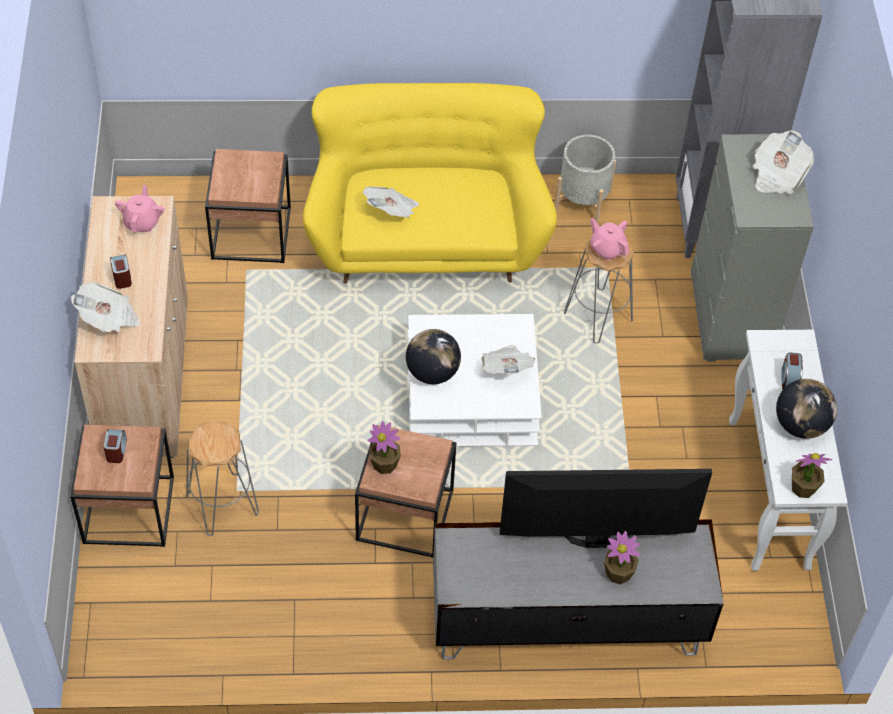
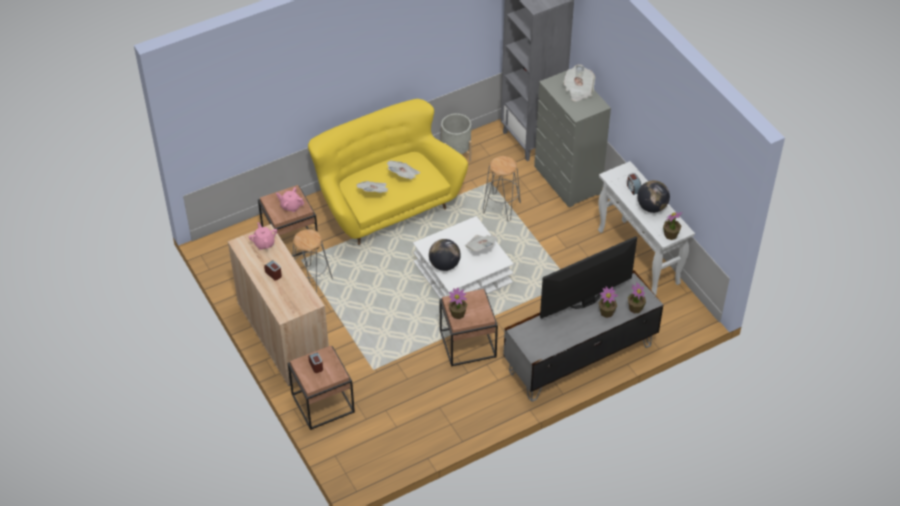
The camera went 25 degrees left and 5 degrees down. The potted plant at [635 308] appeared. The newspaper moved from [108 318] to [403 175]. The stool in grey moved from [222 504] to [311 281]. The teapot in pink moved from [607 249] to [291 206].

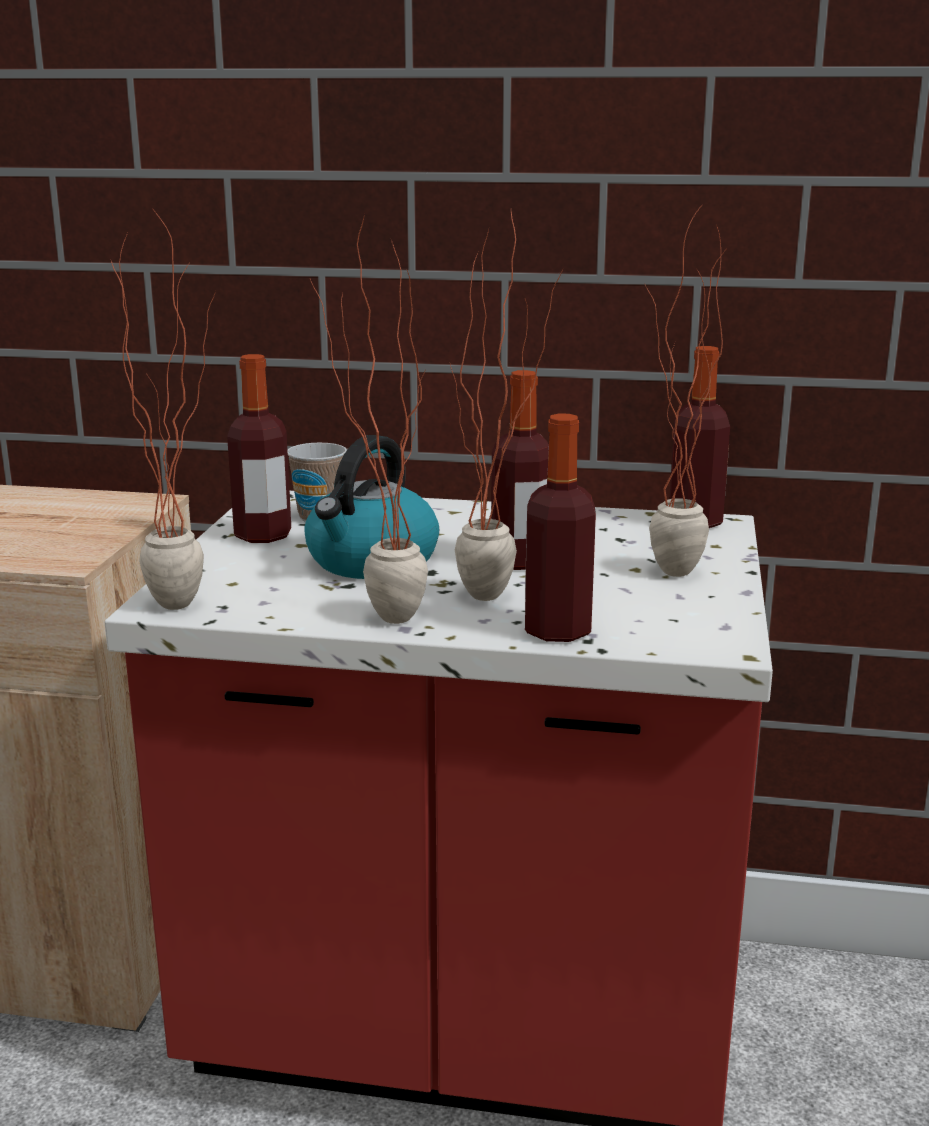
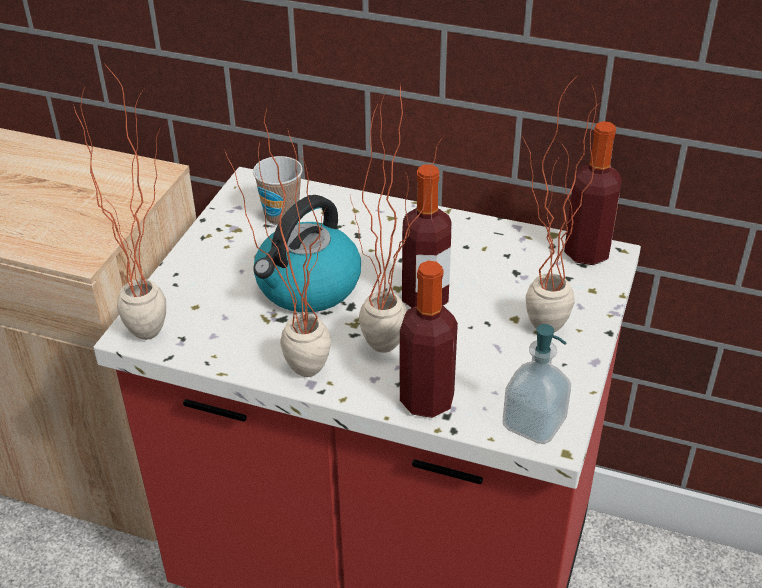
The camera went 10 degrees right and 20 degrees up. The bottle at [263 535] disappeared. The soap dispenser at [533 423] appeared.

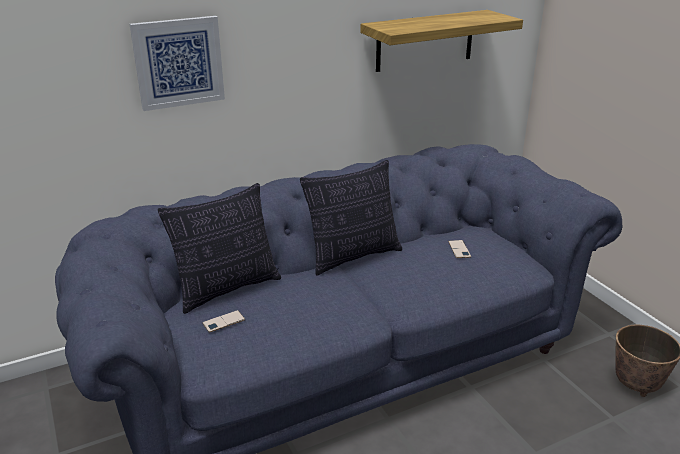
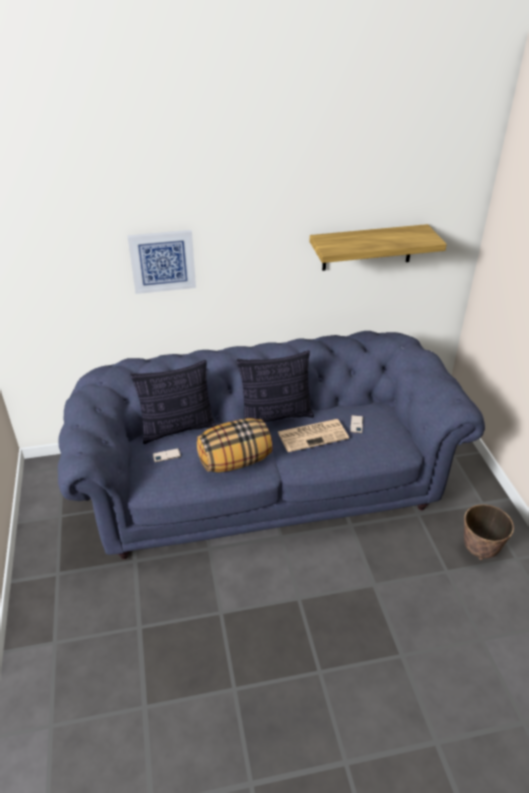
The camera went 15 degrees right and 10 degrees up. The pillow at [235 461] appeared. The newspaper at [313 435] appeared.

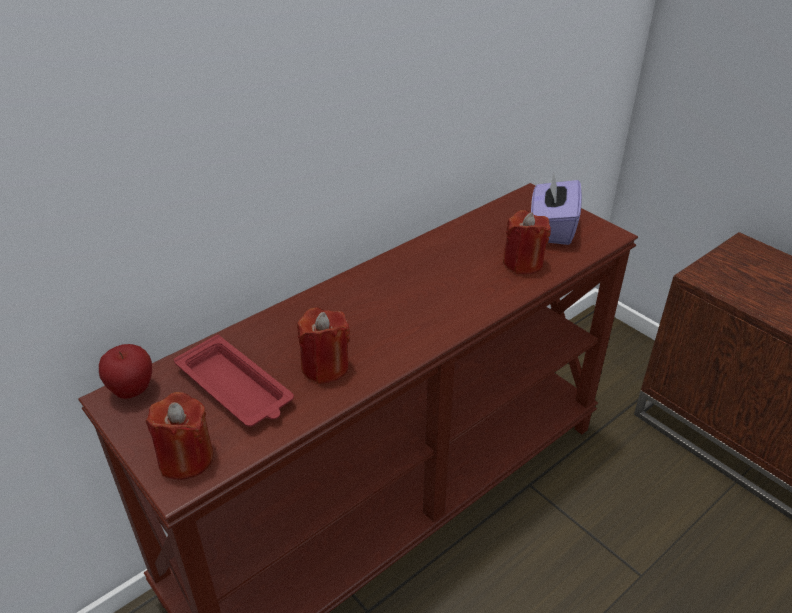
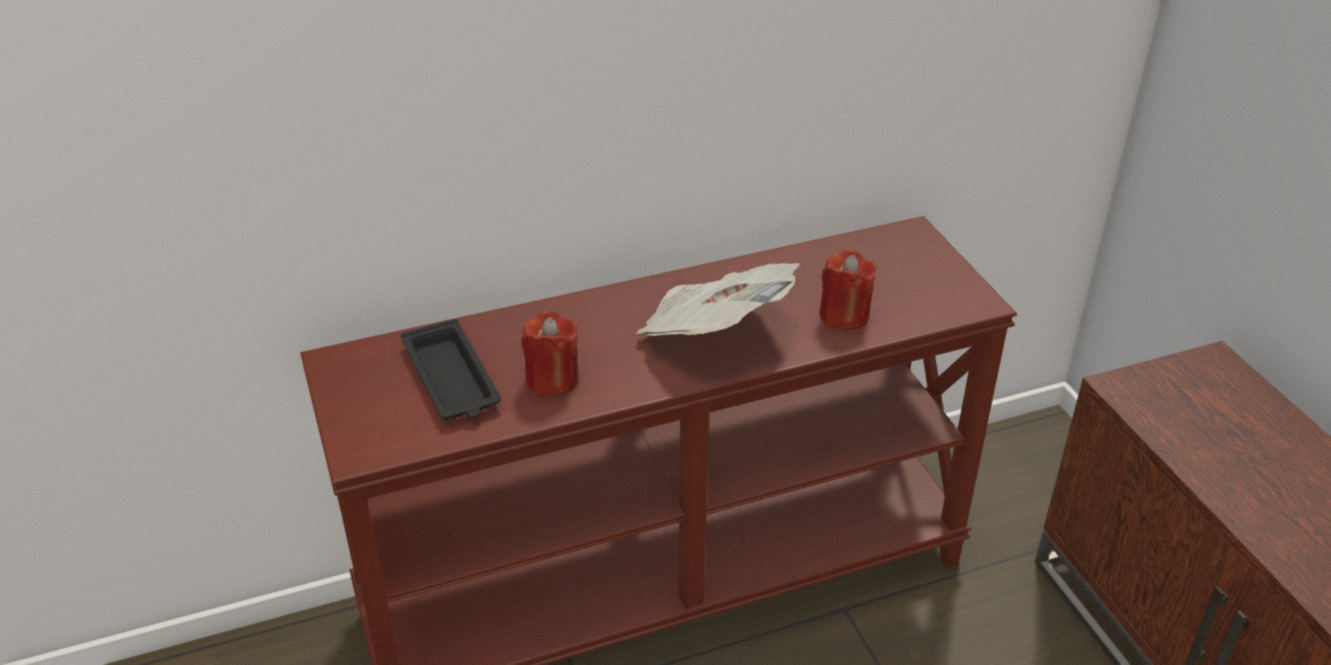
The camera went 20 degrees right and 0 degrees up. The apple at [132 391] disappeared. The candle in red at [186 458] disappeared. The tissue box in purple at [551 228] disappeared. The newspaper at [715 333] appeared. The tray in red at [236 388] became the tray in black at [452 379].

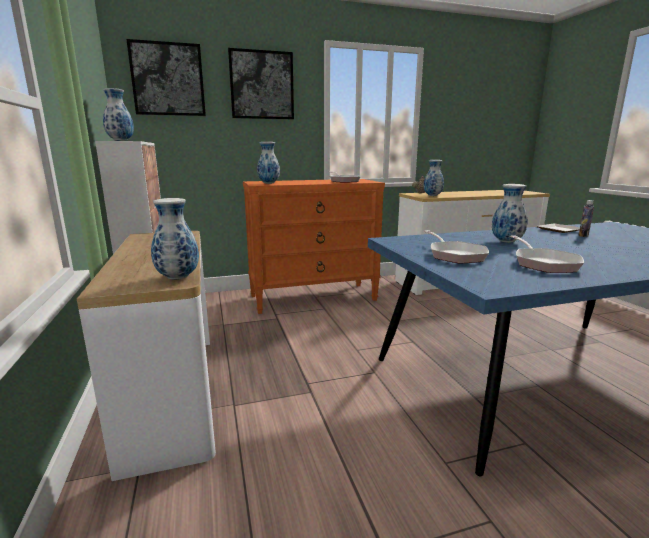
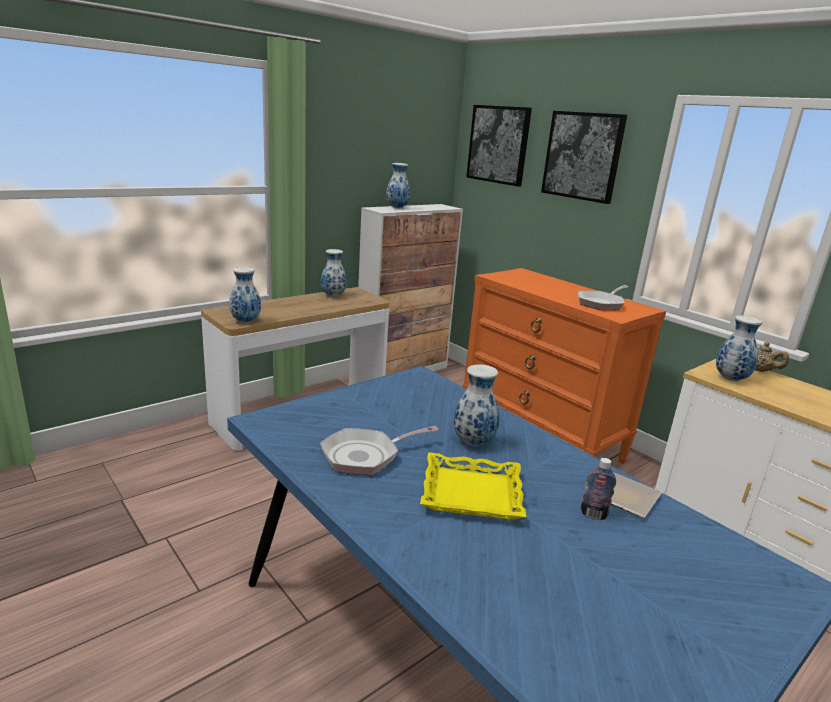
The camera went 65 degrees right and 5 degrees up. The frying pan at [454 255] disappeared. The tray in yellow at [472 493] appeared. The vase moved from [269 183] to [334 295].

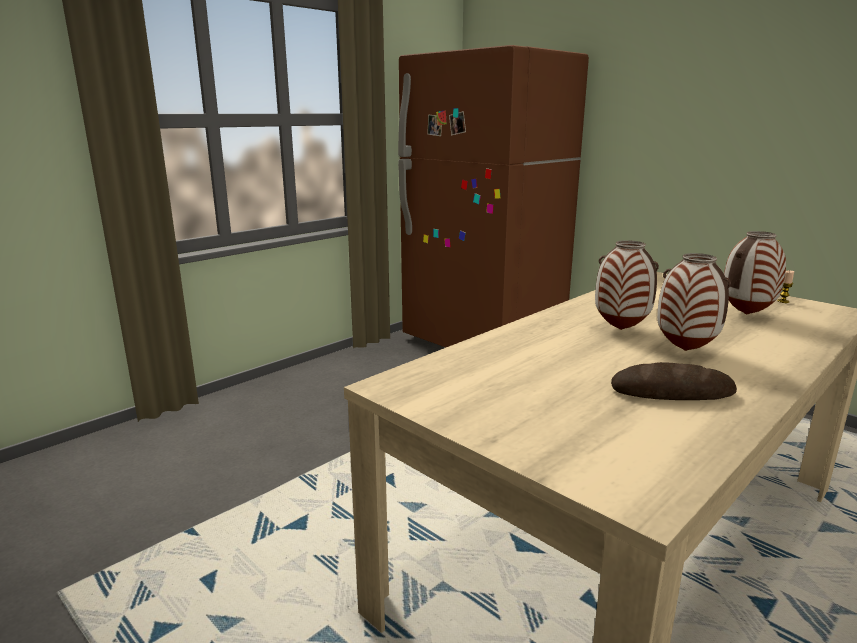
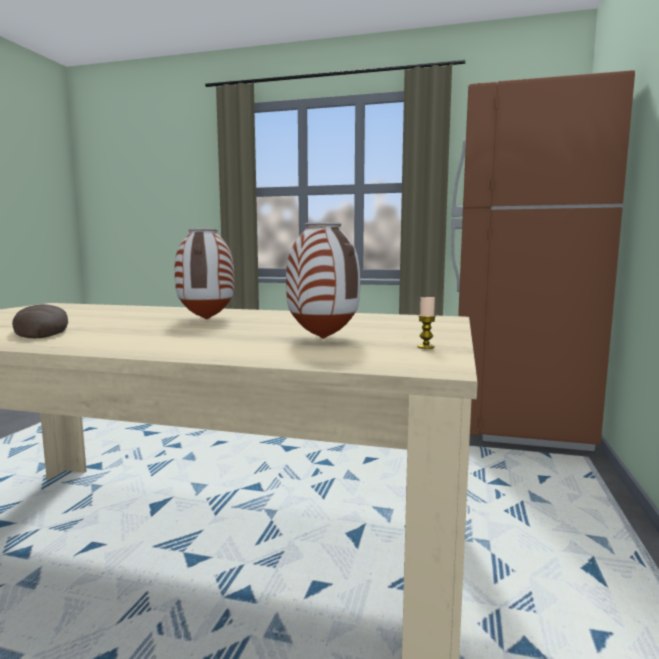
The camera went 60 degrees right and 10 degrees down. The vase at [686 350] disappeared.

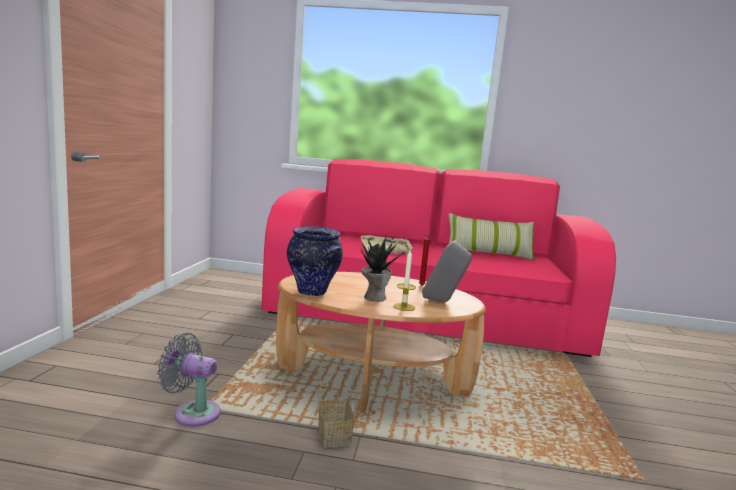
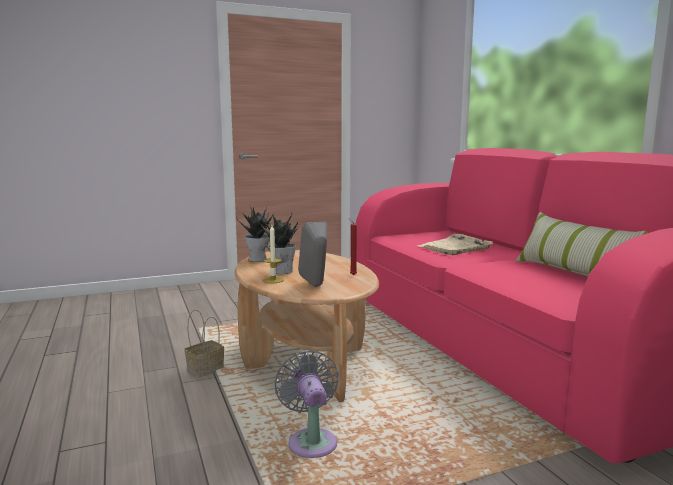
The camera went 60 degrees right and 0 degrees up. The fan in grey moved from [192 412] to [311 441]. The vase at [312 292] was replaced by the potted plant at [258 259].

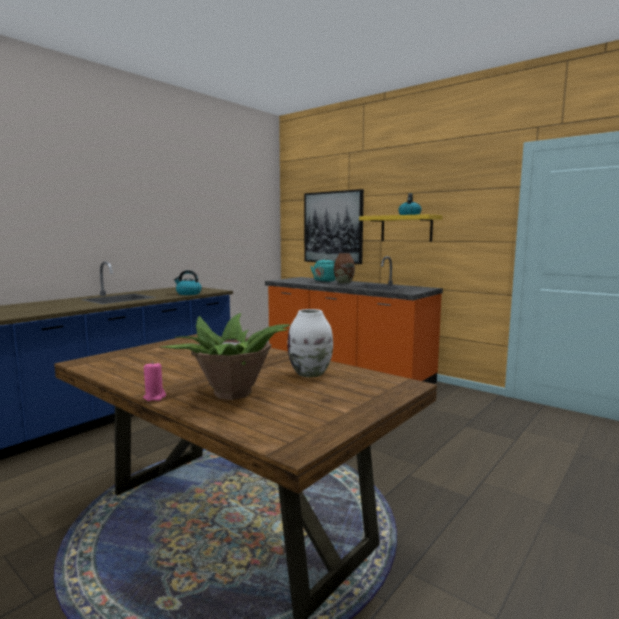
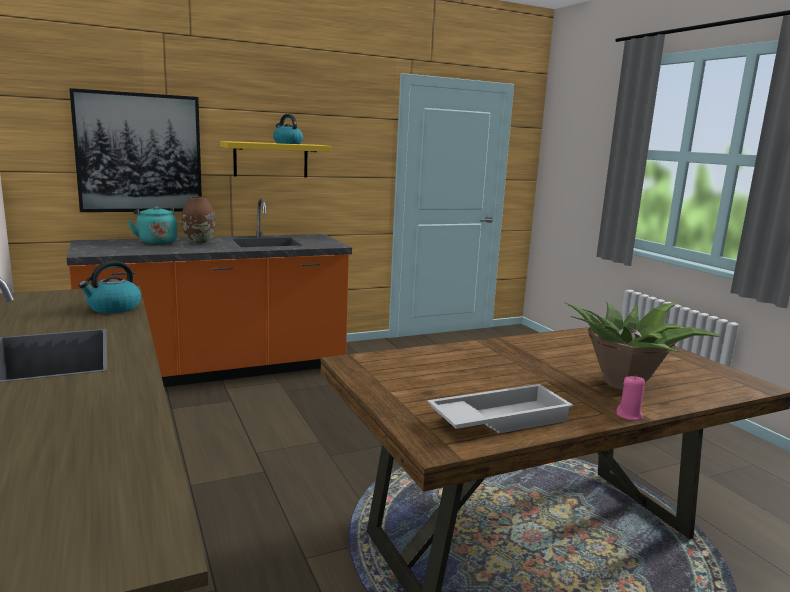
The camera went 65 degrees left and 5 degrees up. The vase in white at [310 373] disappeared. The tray in white at [499 418] appeared.

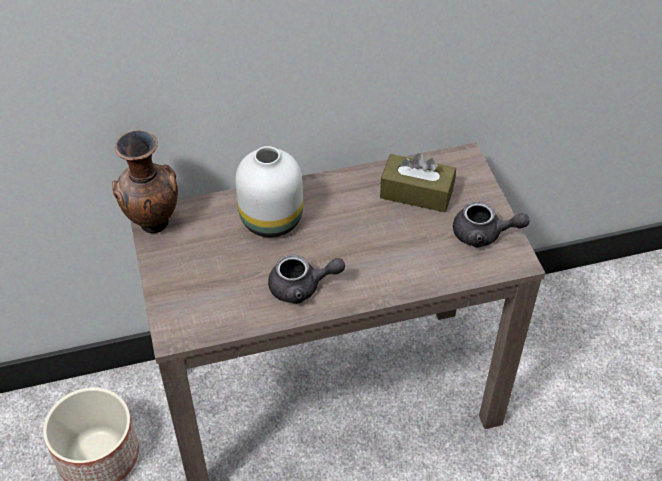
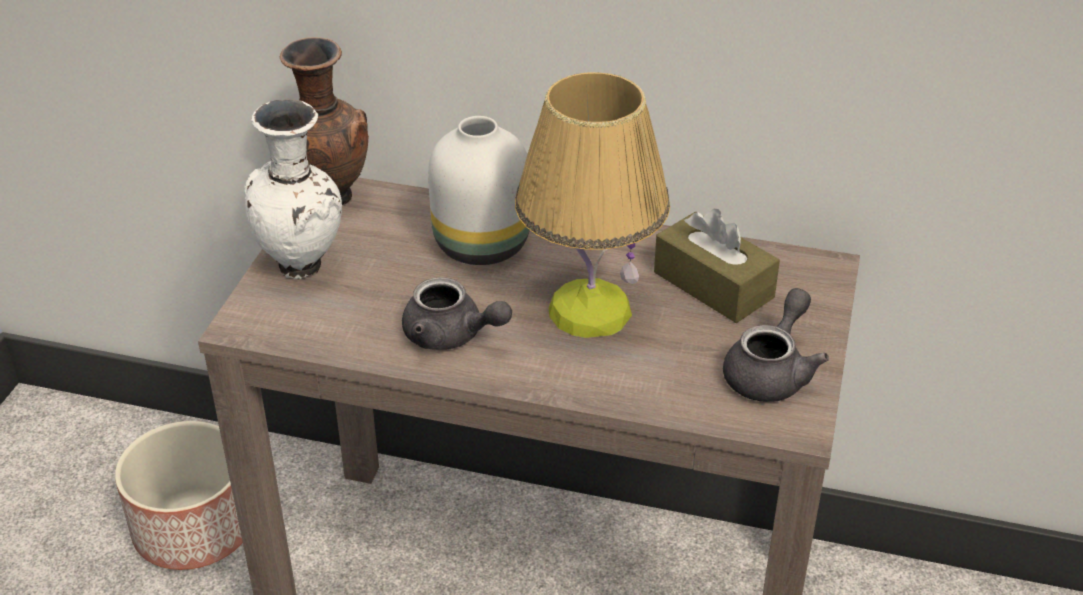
The camera went 30 degrees right and 10 degrees down. The vase in white at [304 267] appeared. The table lamp at [589 310] appeared. The teapot in grey at [483 235] turned 105 degrees counterclockwise.

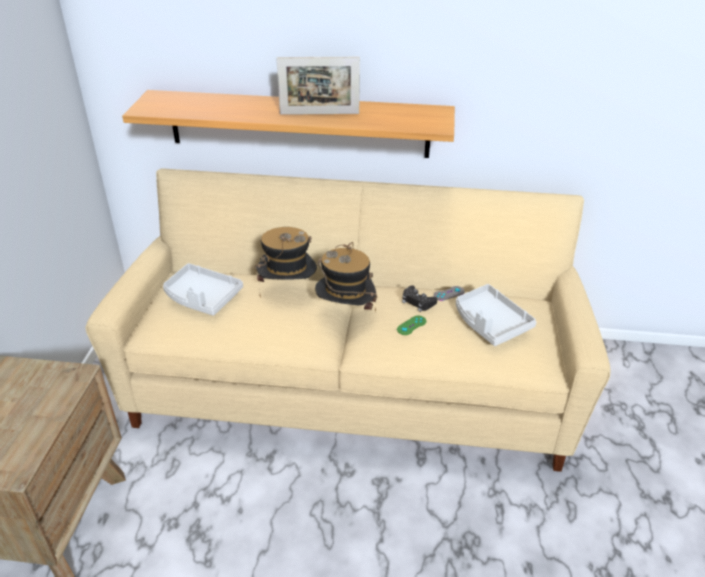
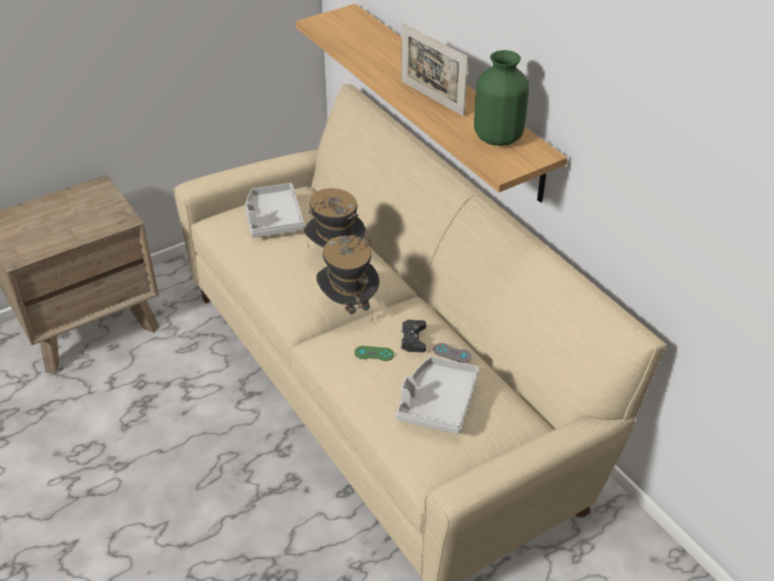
The camera went 50 degrees right and 5 degrees up. The vase in green at [498 137] appeared.

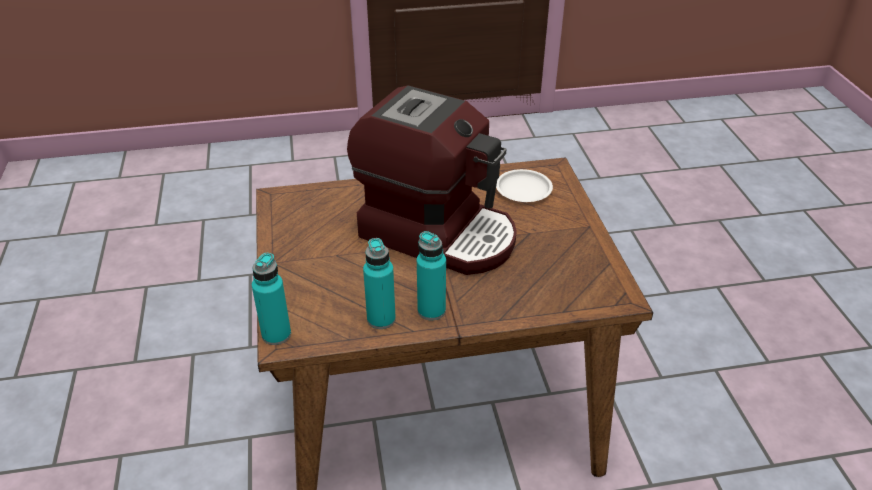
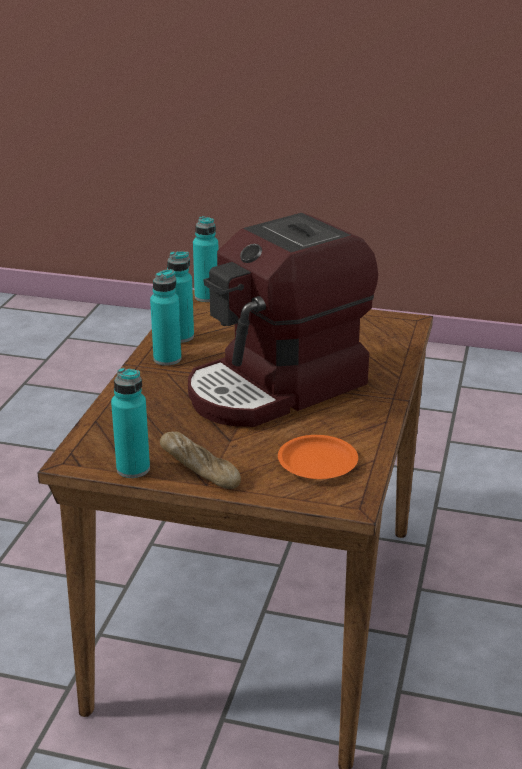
The camera went 115 degrees right and 10 degrees down. The bottle in turquoise at [133 469] appeared. The bread at [199 467] appeared. The plate in white at [523 189] became the plate in orange at [318 463].

